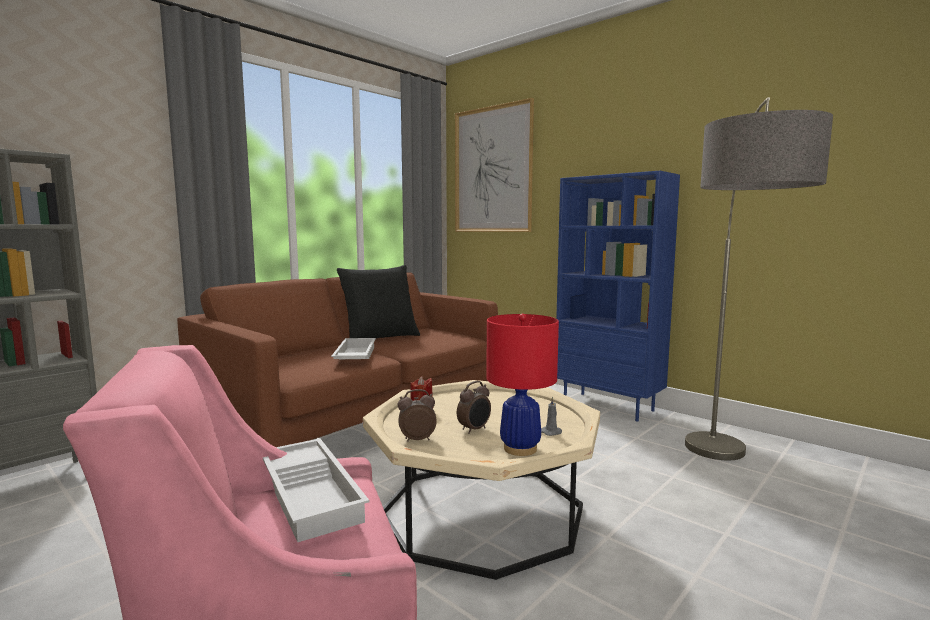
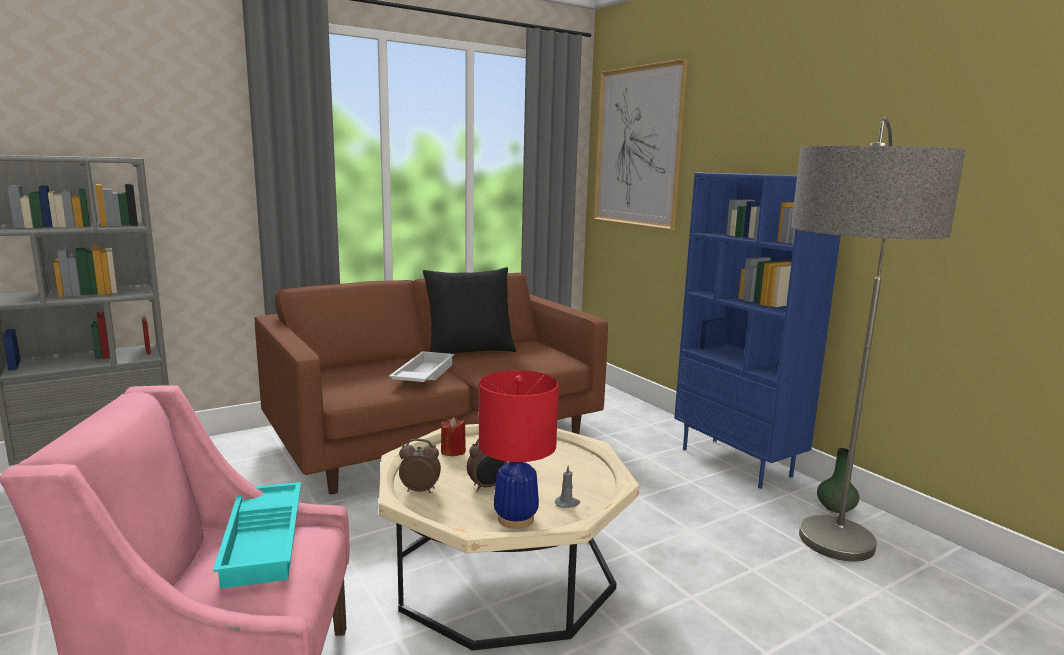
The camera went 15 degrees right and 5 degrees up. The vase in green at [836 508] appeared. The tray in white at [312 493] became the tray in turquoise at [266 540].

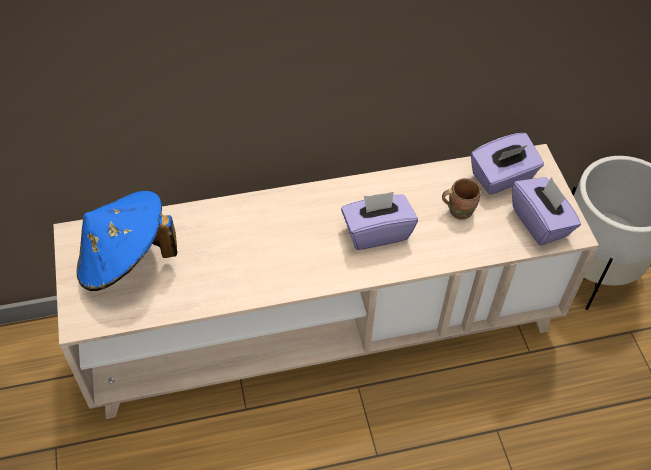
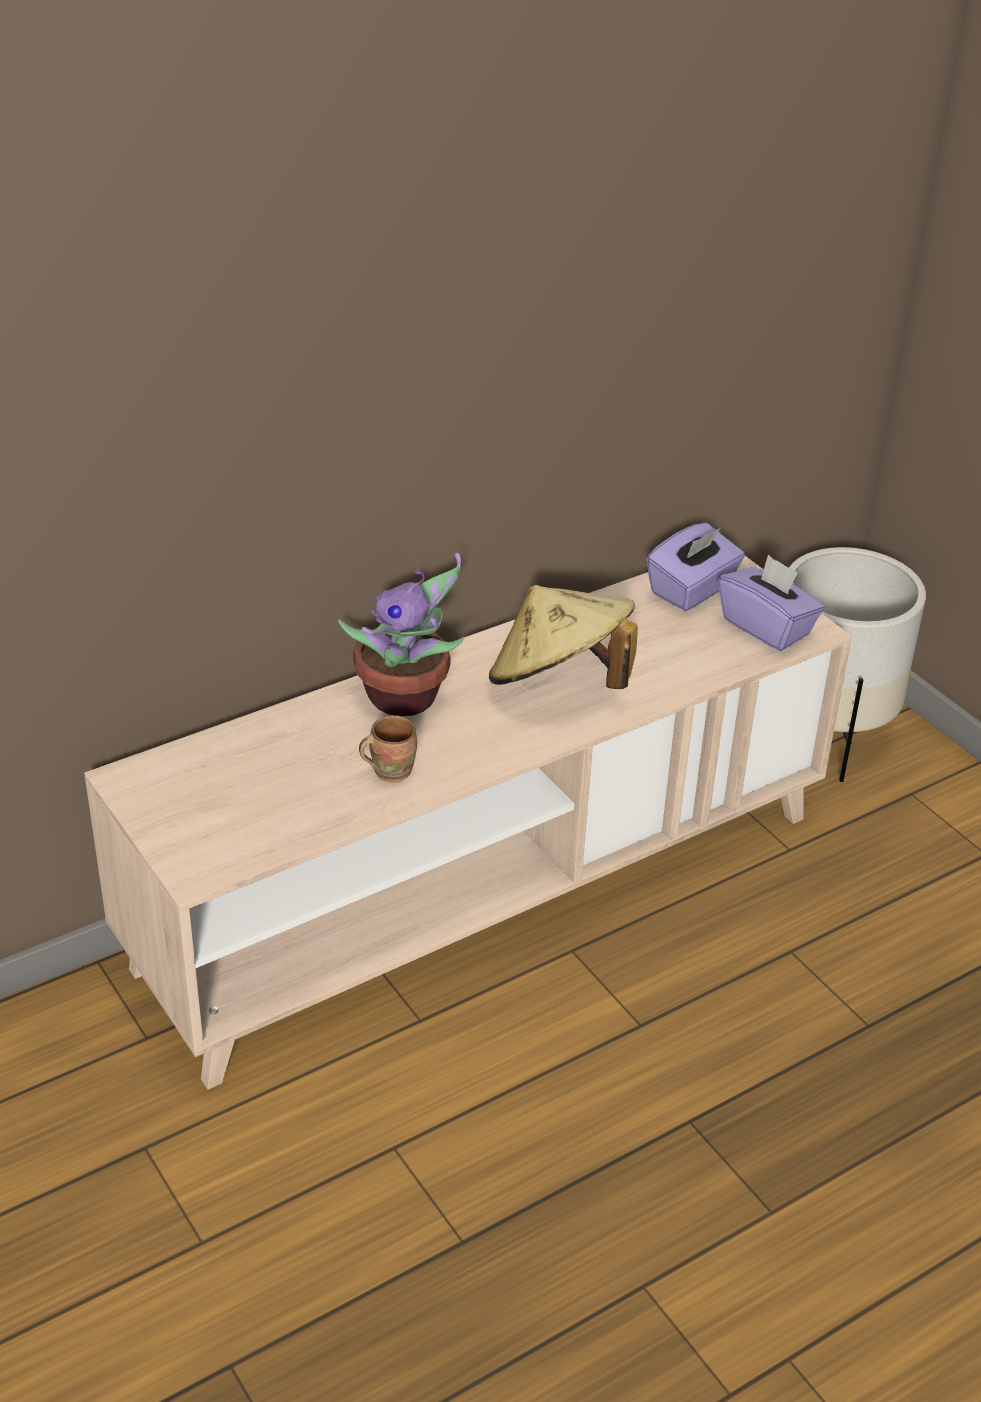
The camera went 20 degrees left and 15 degrees down. The hat in blue at [126 261] disappeared. The potted plant at [406 699] appeared. The mug in brown moved from [459 209] to [389 770]. The tissue box in purple at [376 232] was replaced by the hat in beige at [559 682].

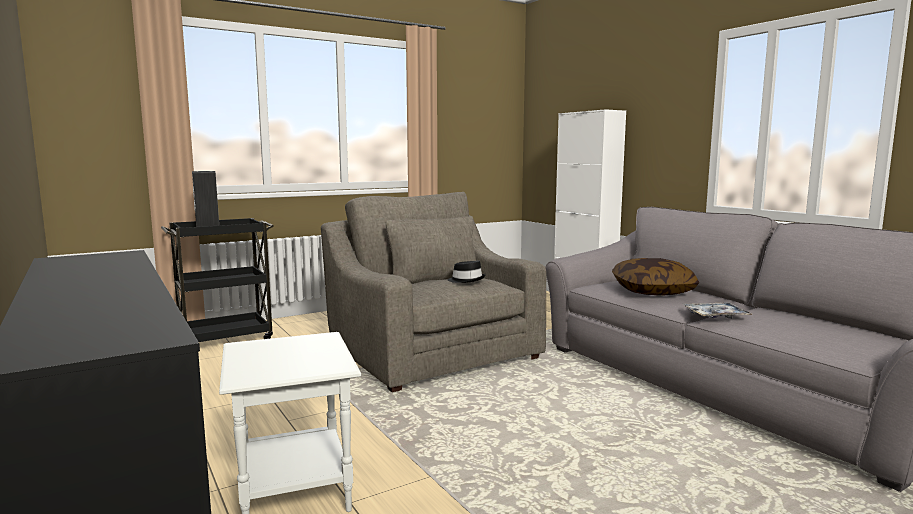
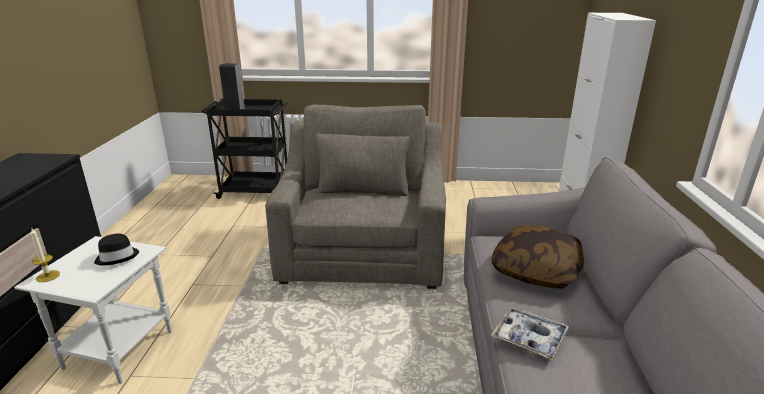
The camera went 35 degrees right and 15 degrees up. The candle at [48 276] appeared. The hat in black moved from [467 280] to [117 257].

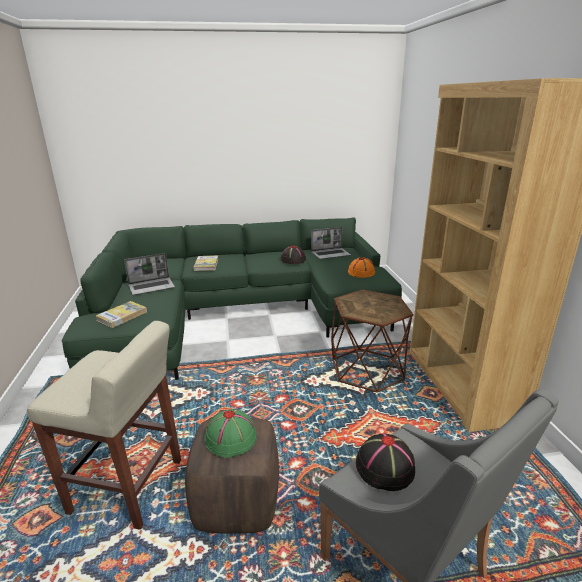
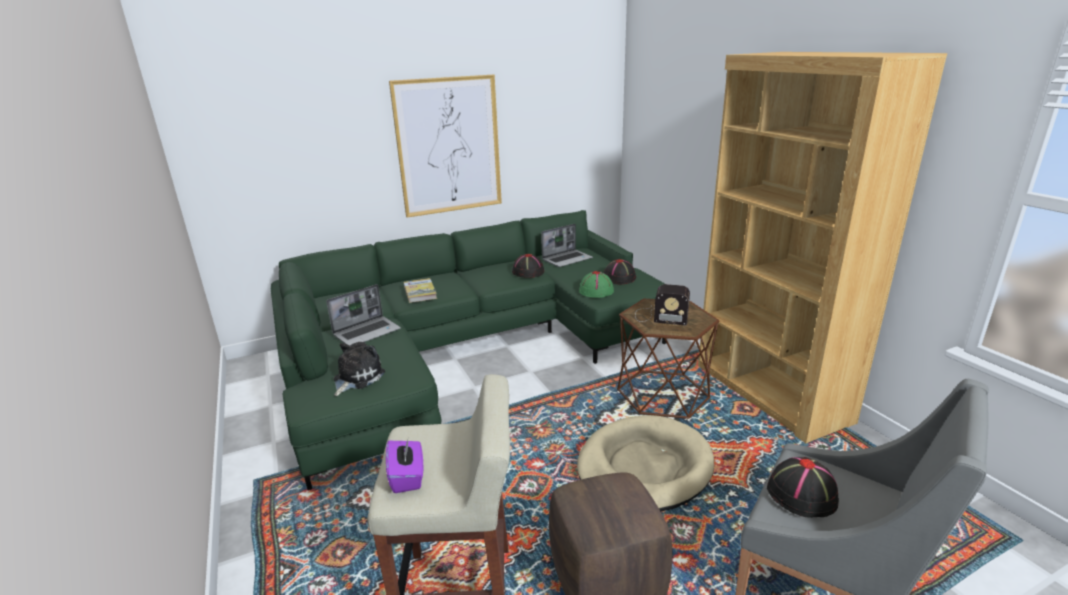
The camera went 15 degrees left and 0 degrees up. The tissue box in purple at [407 477] appeared. The picture at [449 146] appeared. The dog bed in beige at [644 467] appeared. The radio at [659 317] appeared. The hat in green moved from [231 438] to [596 291]. The book at [122 316] was replaced by the plush toy at [356 378]. The hat in orange at [361 272] became the hat in black at [619 278].

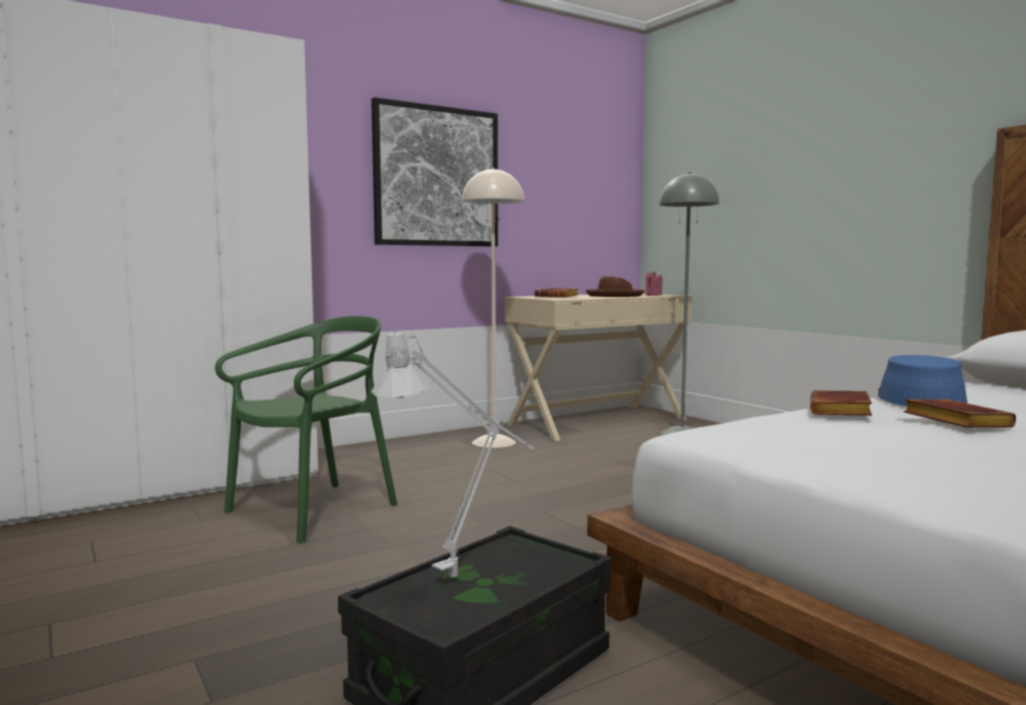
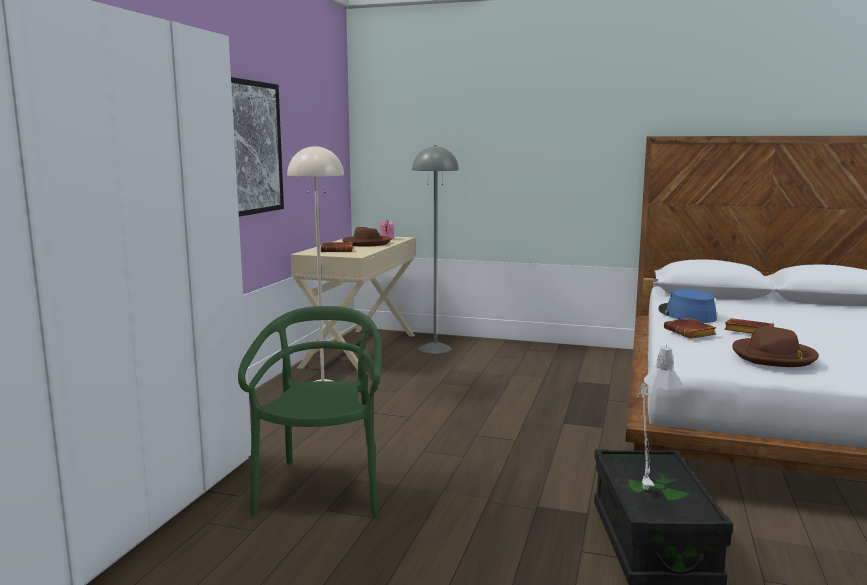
The camera went 40 degrees left and 5 degrees up. The hat in brown at [774 356] appeared.

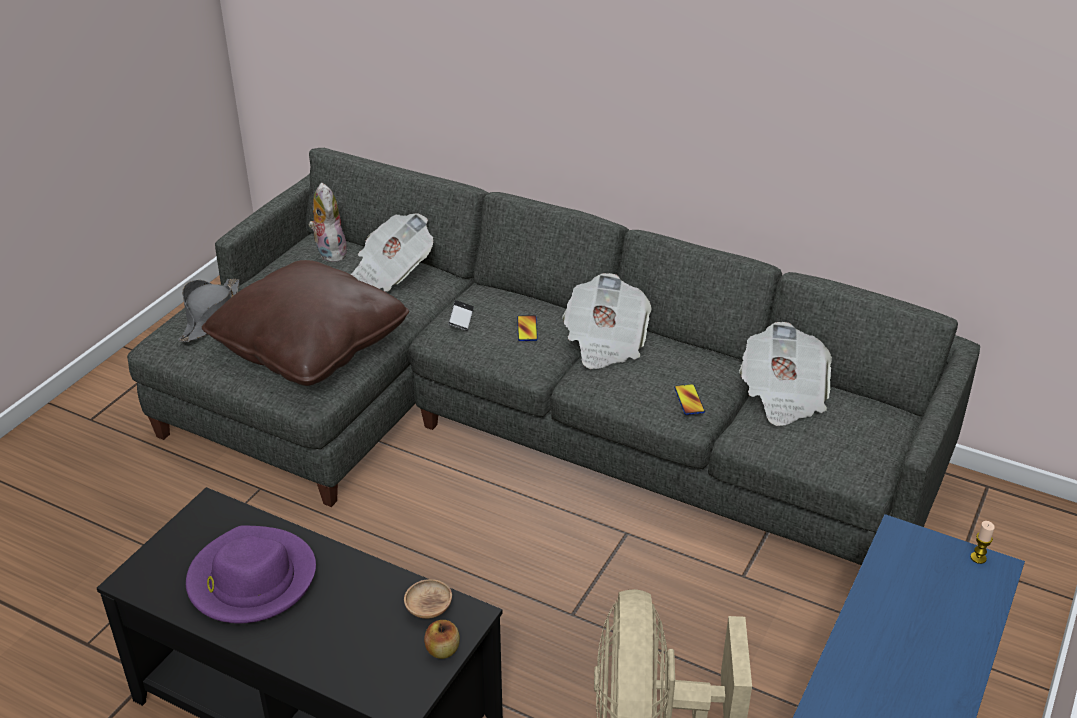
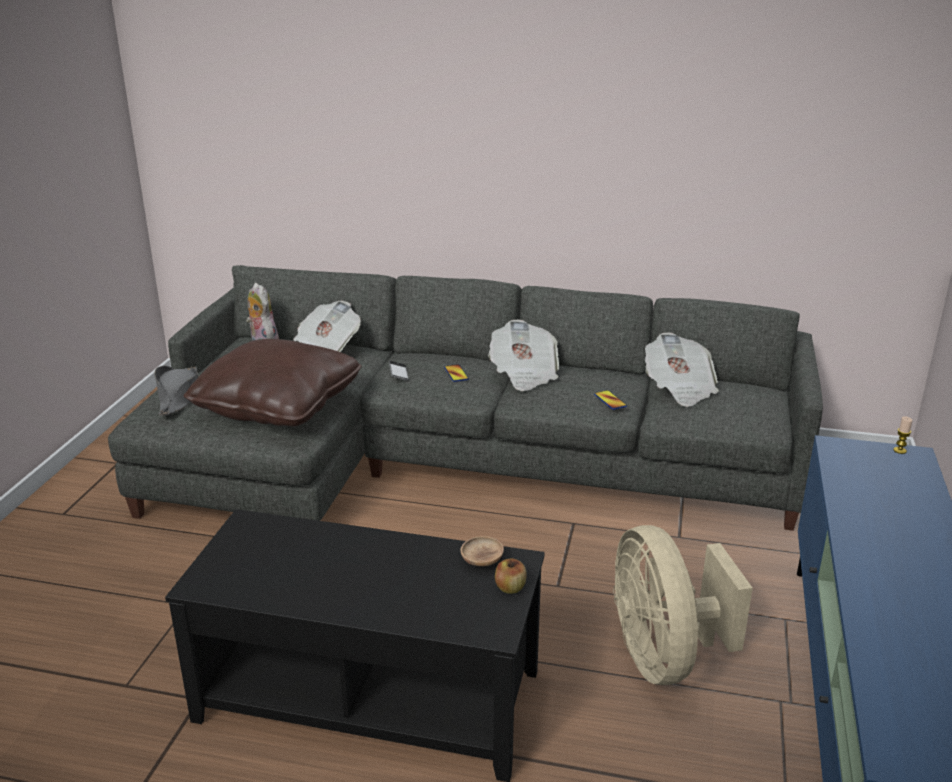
The camera went 15 degrees left and 10 degrees down. The hat in purple at [251 580] disappeared.

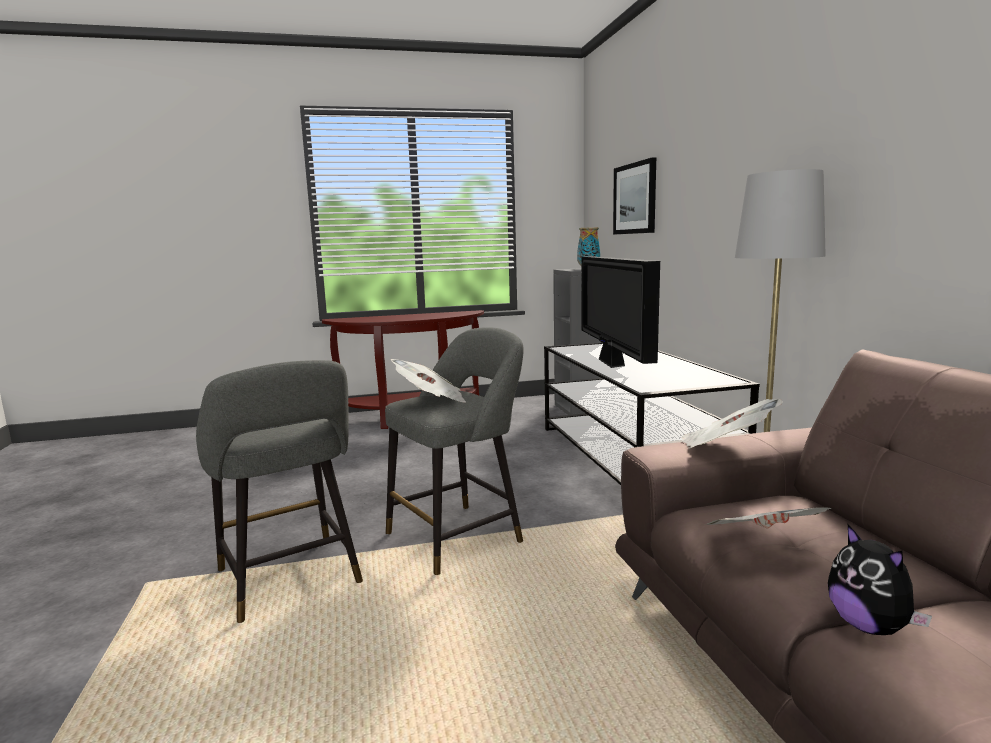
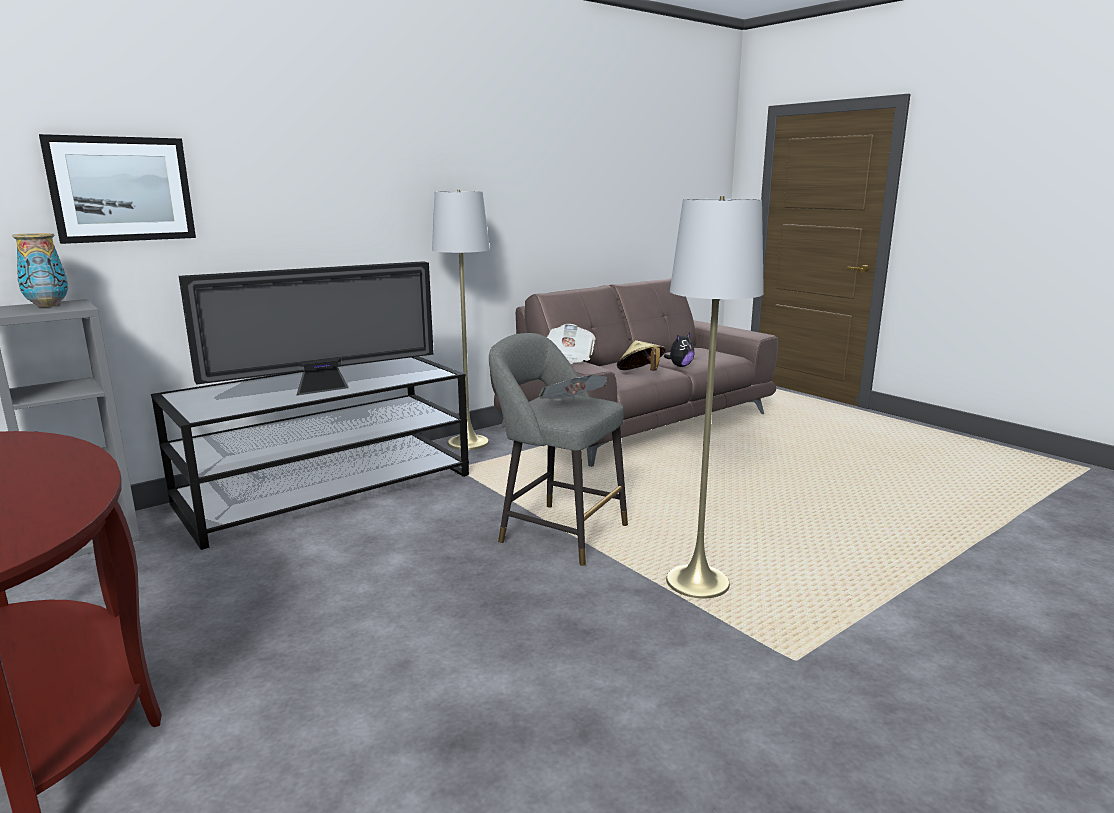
The camera went 115 degrees left and 5 degrees up. The stool in grey at [291 580] was replaced by the floor lamp in grey at [697 582]. The newspaper at [761 545] was replaced by the hat in beige at [640 373].

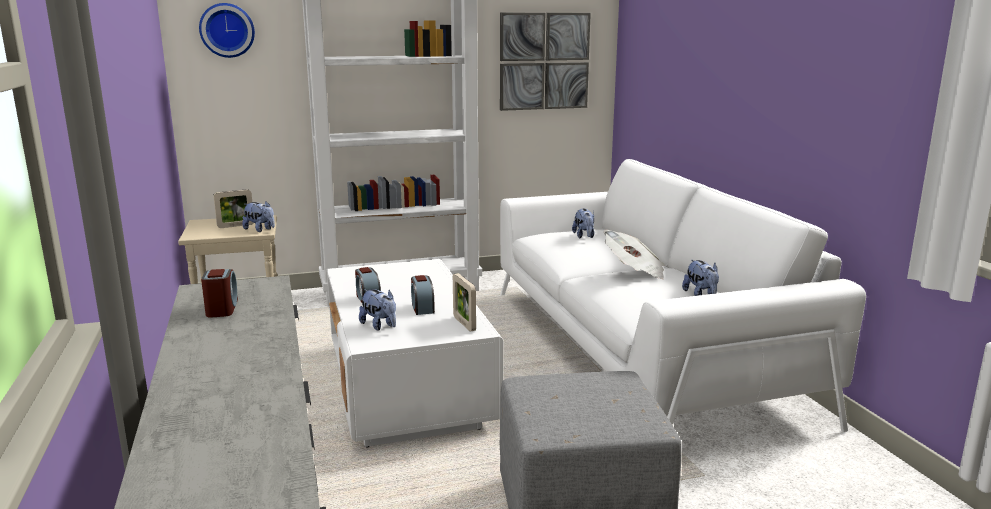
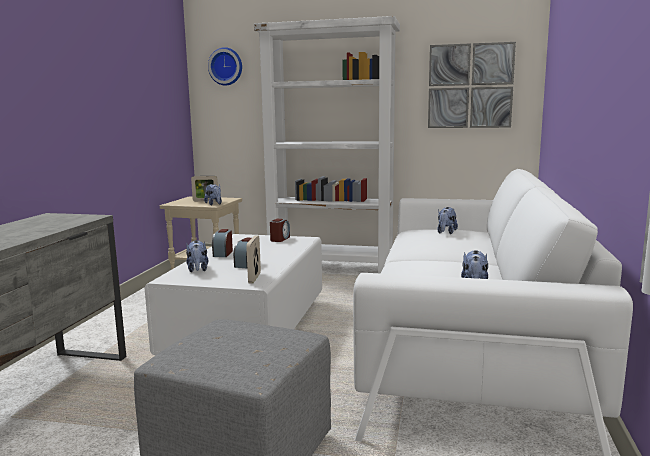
The camera went 30 degrees right and 5 degrees down. The newspaper at [634 271] disappeared. The alarm clock moved from [222 308] to [280 239].

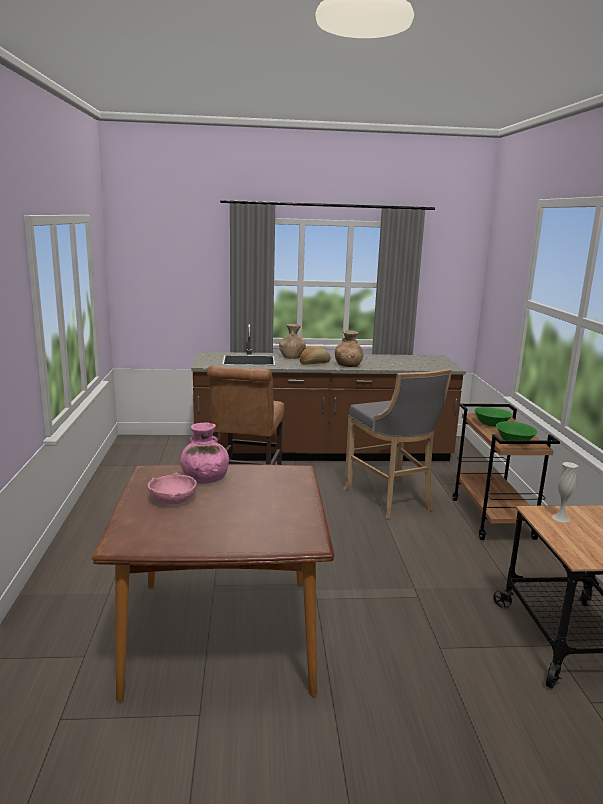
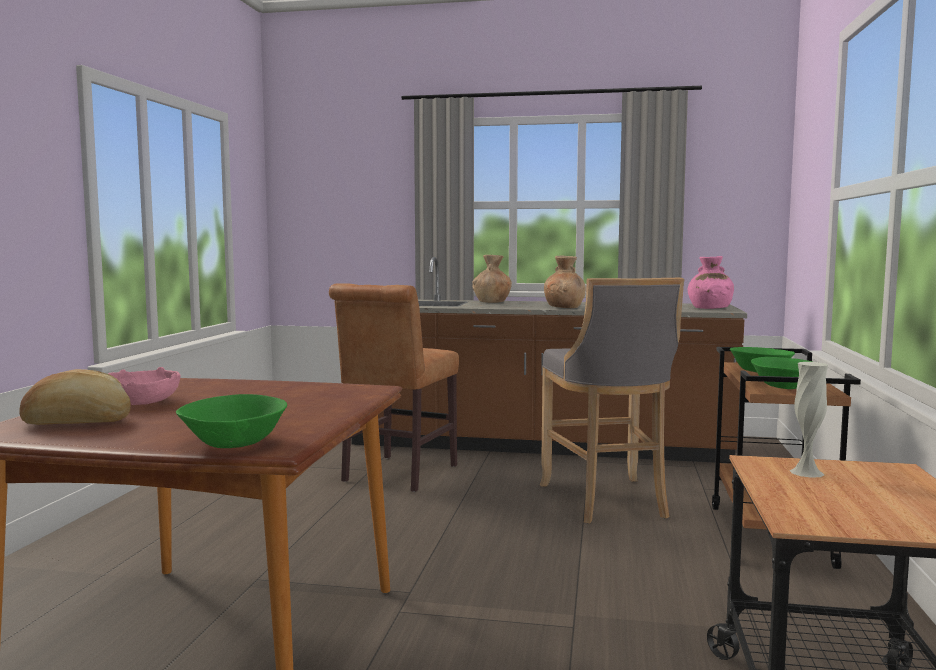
The camera went 15 degrees right and 10 degrees down. The bowl in green at [233 442] appeared. The vase in pink moved from [204 479] to [709 308]. The bread moved from [314 363] to [77 423].

